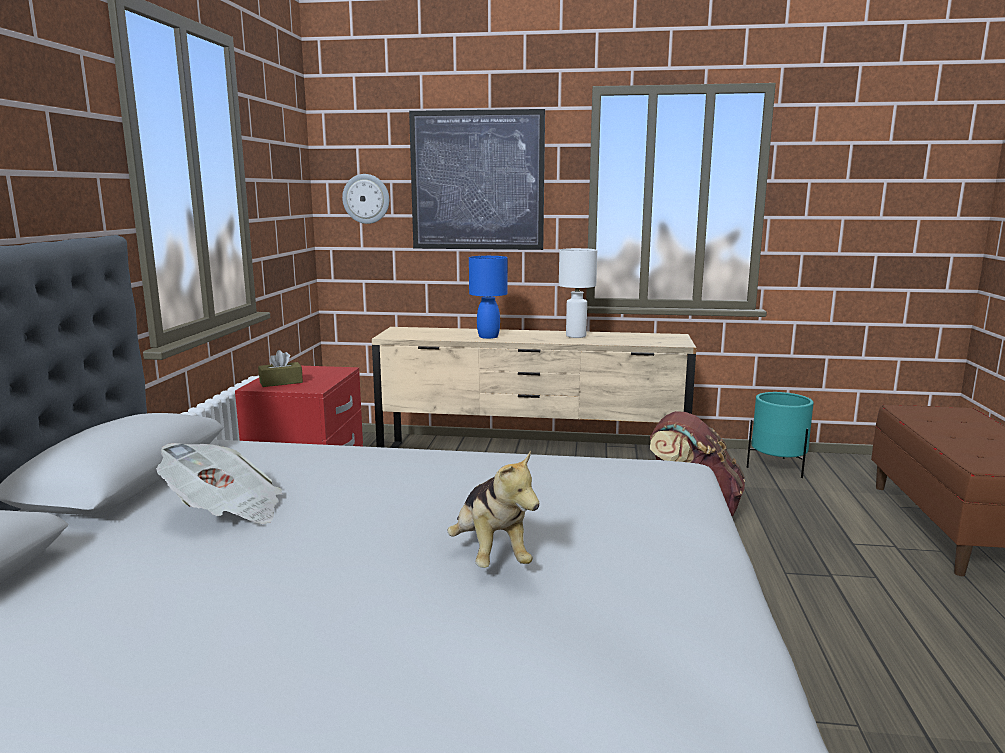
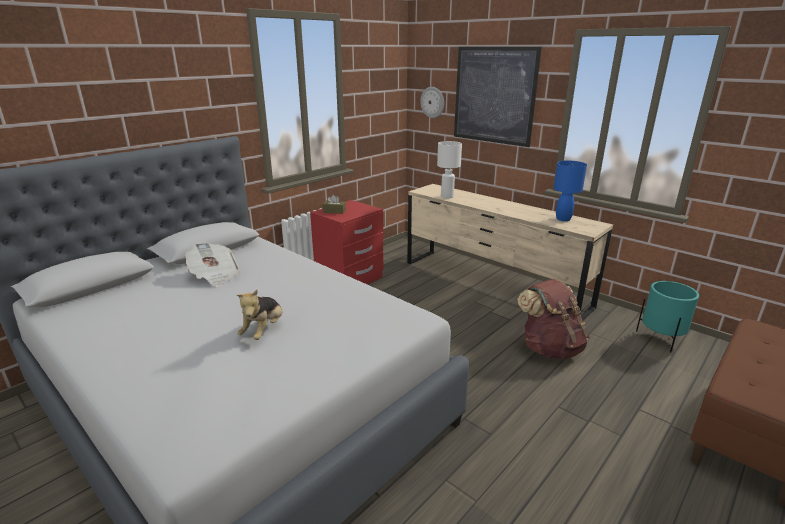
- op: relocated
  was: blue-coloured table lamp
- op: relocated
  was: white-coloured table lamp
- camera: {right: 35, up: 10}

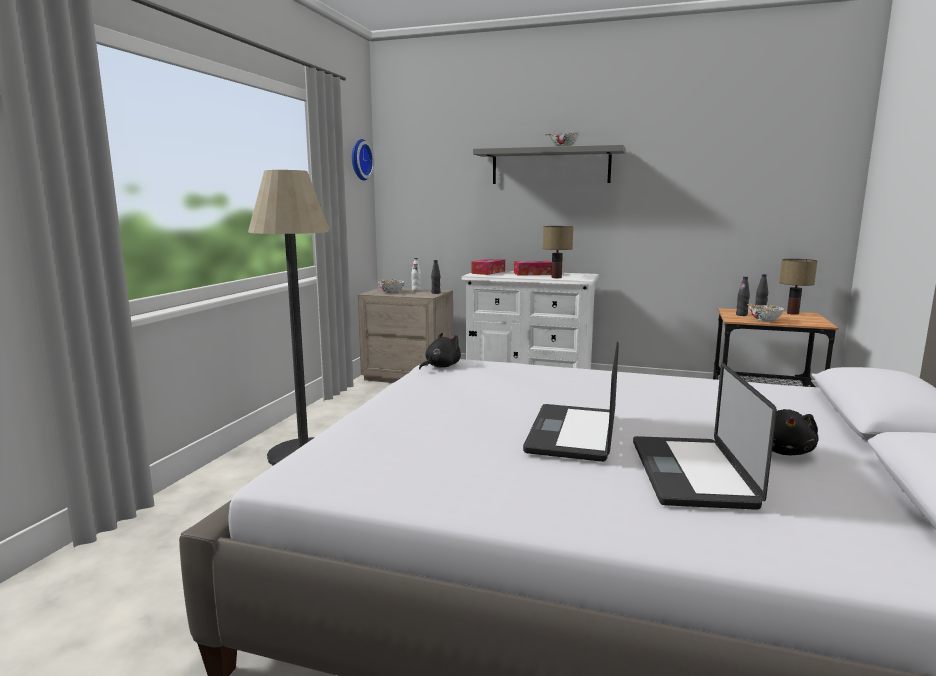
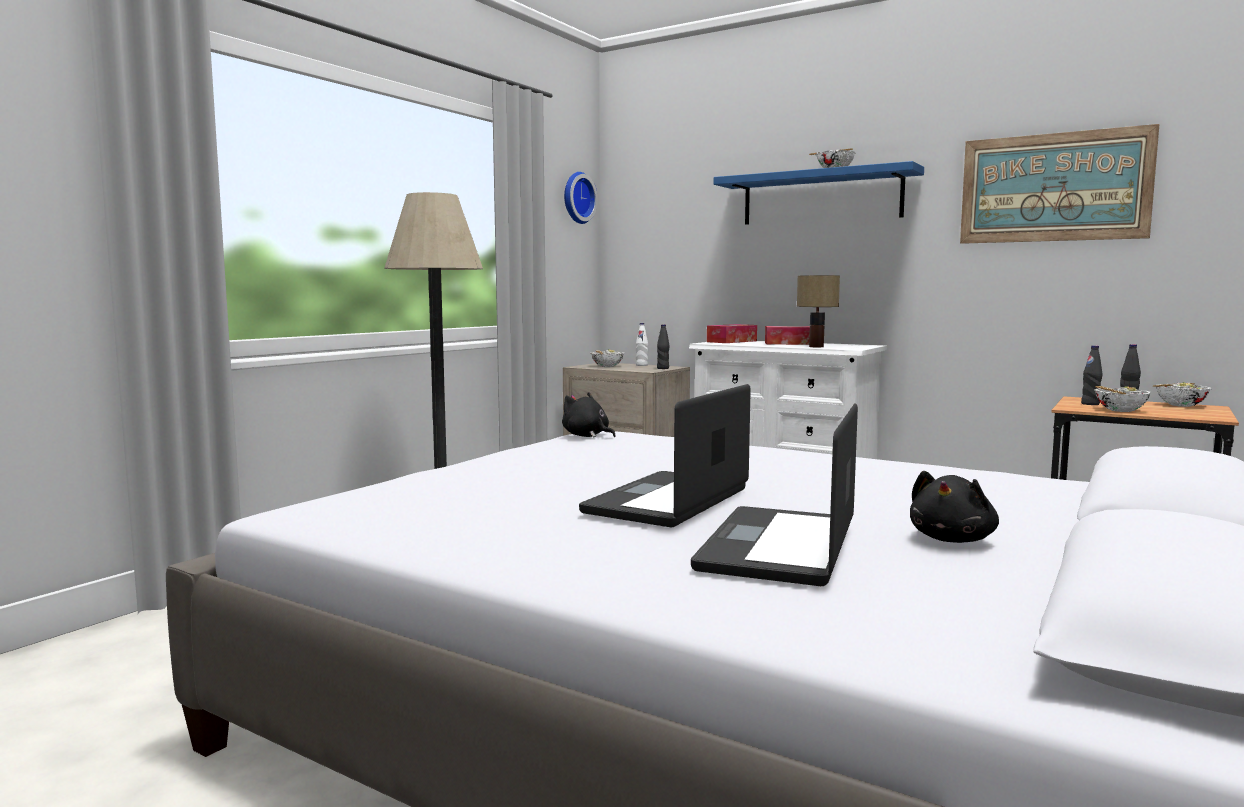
- op: spun
  was: black plush toy (no. 1 from left)
  clockwise: -105
- op: colour
  was: greyish wall shelf
  now: blue-coloured wall shelf
- op: exchanged
  was: table lamp (no. 2 from left)
  now: deep dish (no. 4 from left)
- op: appeared
  now: wall picture
- camera: {right: 15, up: -5}

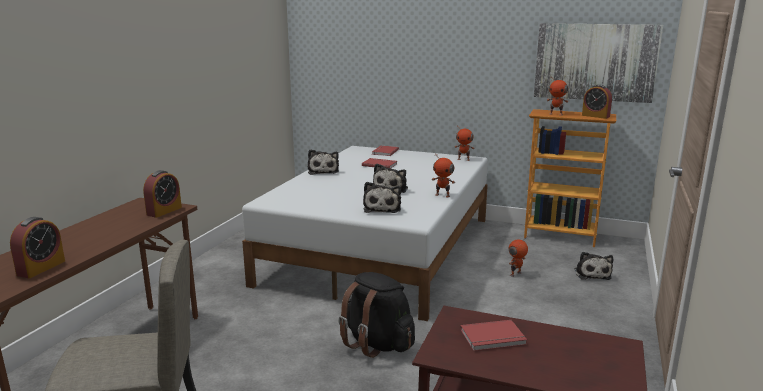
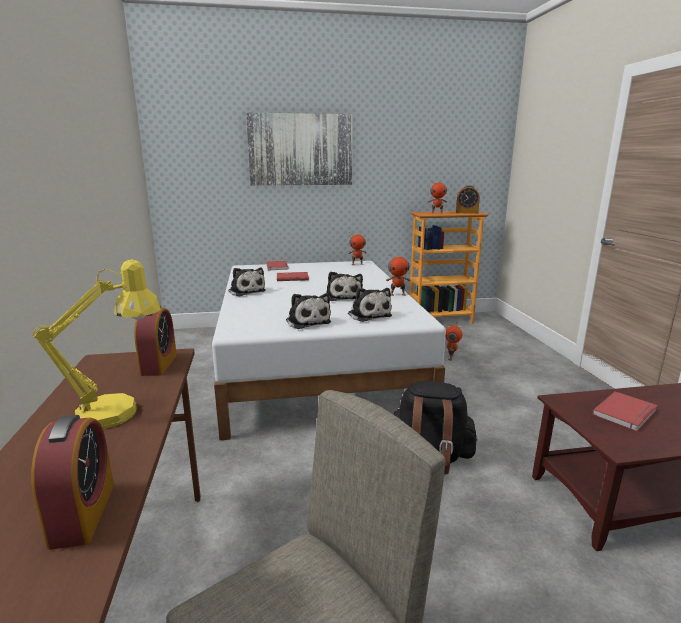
- op: relocated
  was: wall picture
- op: relocated
  was: plush toy (no. 4 from left in the first image)
  now: plush toy (no. 2 from left)
- op: appeared
  now: yellowish table lamp
- camera: {right: -30, up: 0}

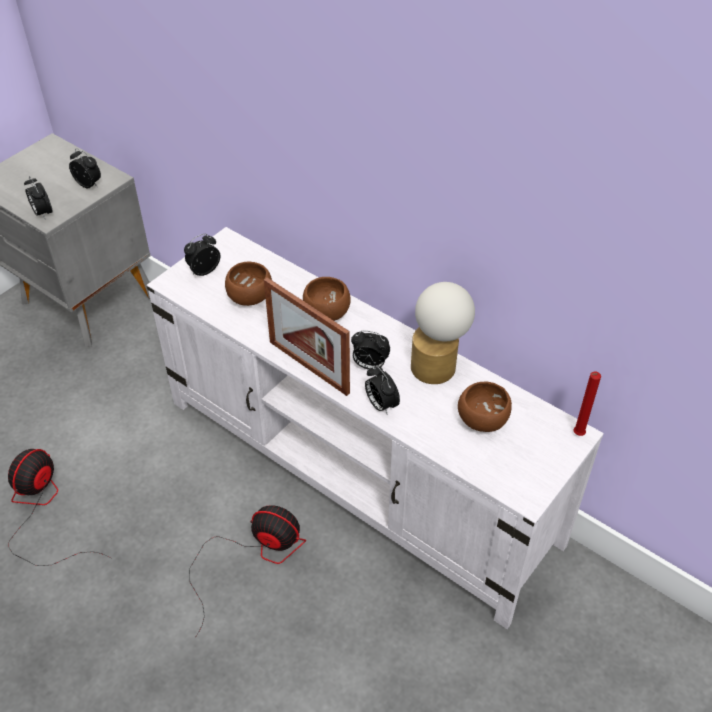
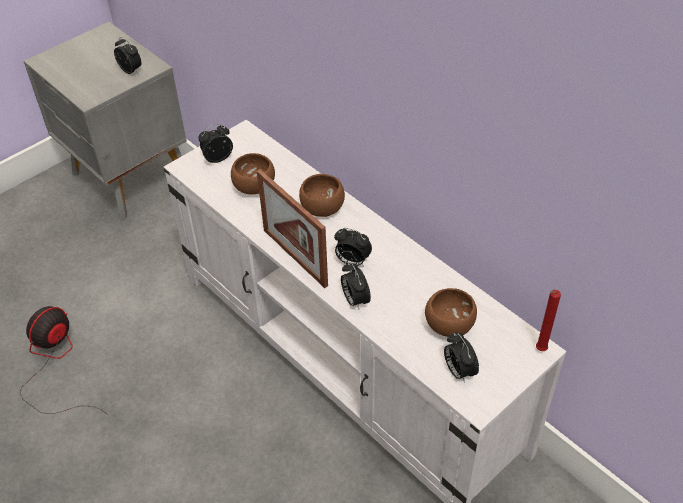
- op: relocated
  was: alarm clock (no. 1 from left in the first image)
  now: alarm clock (no. 5 from left)
- op: missing
  was: fan (no. 2 from left)
- op: missing
  was: table lamp
- camera: {right: 10, up: 0}

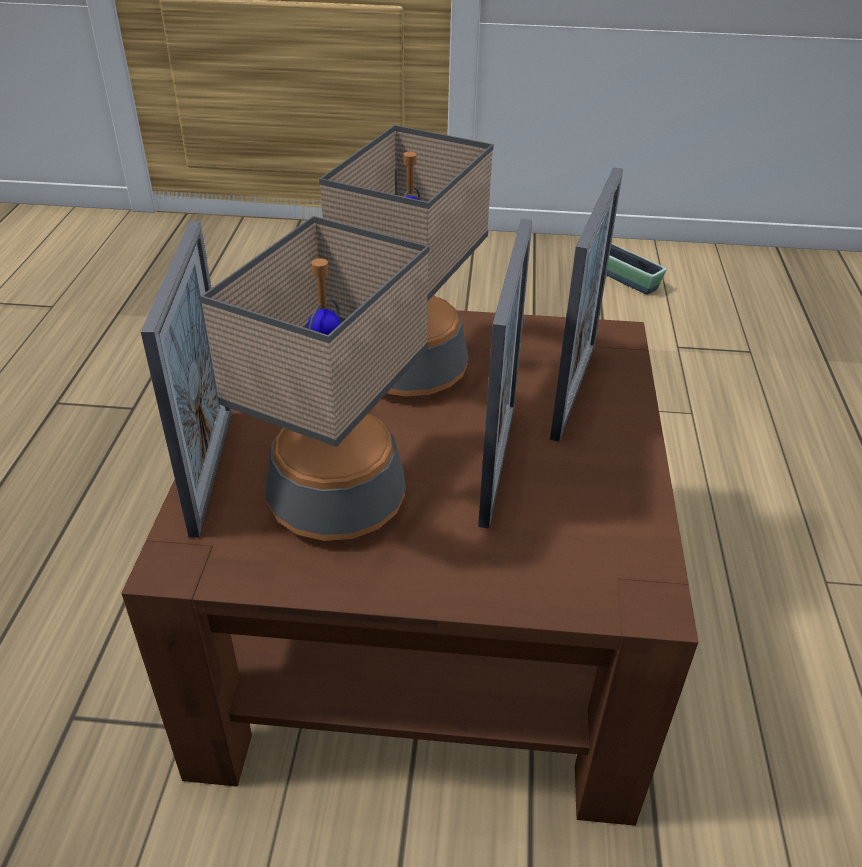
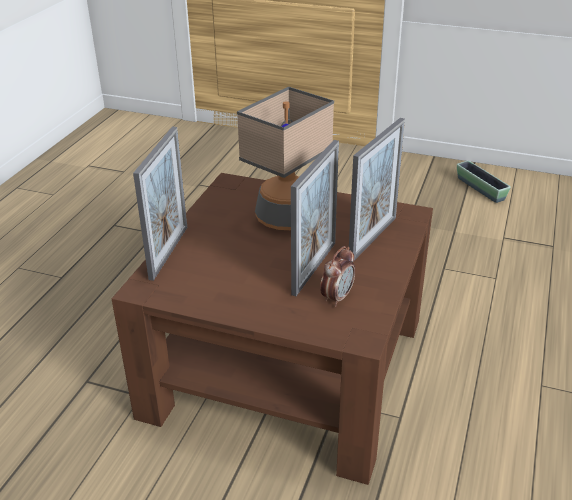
- op: missing
  was: table lamp (no. 1 from left)
- op: appeared
  now: alarm clock
- camera: {right: 15, up: -5}

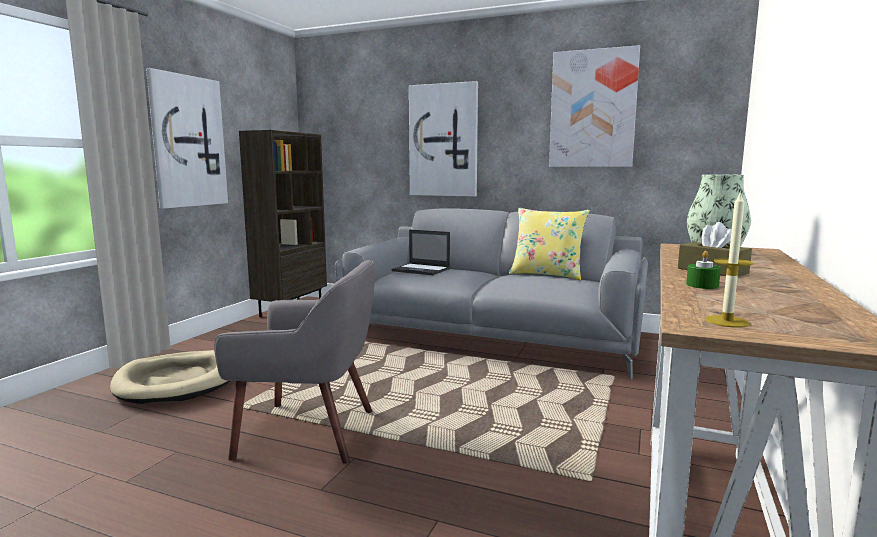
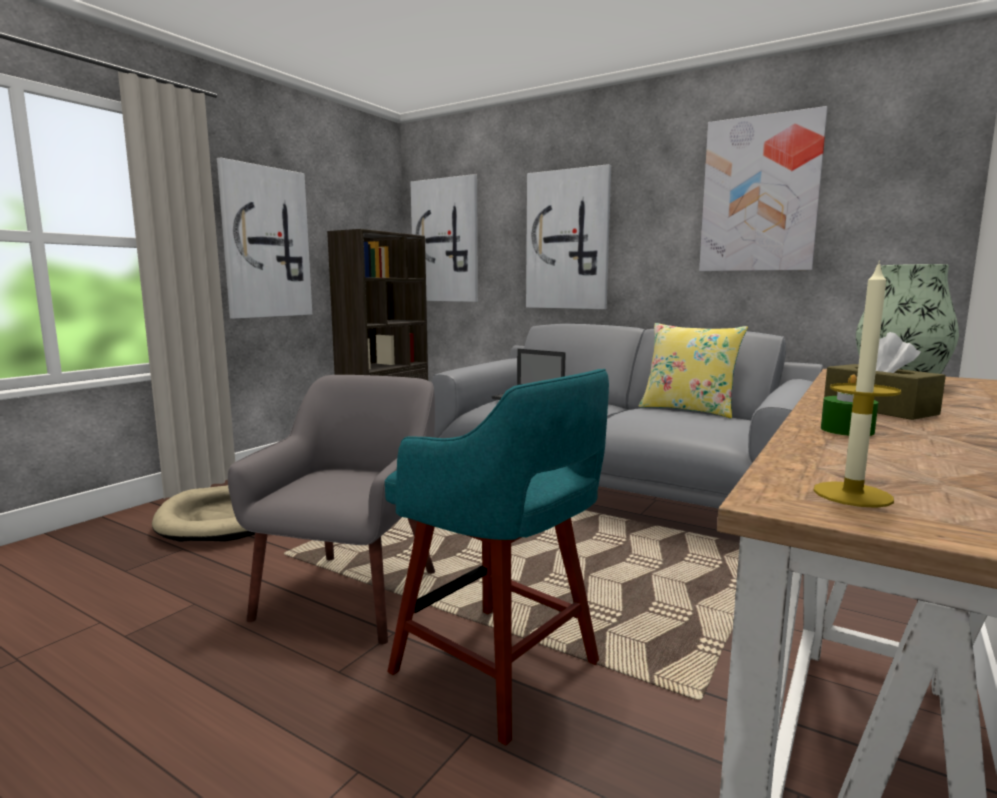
- op: spun
  was: greyish lounge chair
  clockwise: -90
- op: appeared
  now: blue-green sitting stool
- op: appeared
  now: wall picture (no. 2 from left)
- camera: {right: 10, up: 0}

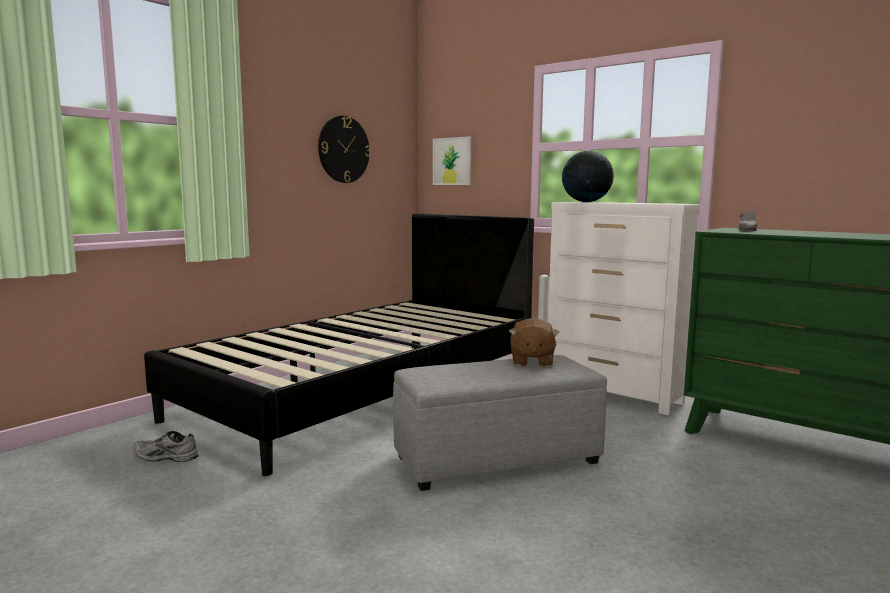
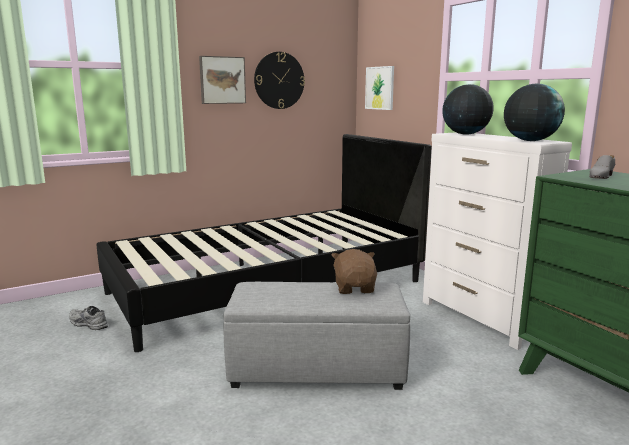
- op: spun
  was: brown-coloured plush toy
  clockwise: 150
- op: appeared
  now: wall picture (no. 1 from left)
- op: appeared
  now: world globe (no. 2 from left)
- camera: {right: 20, up: 5}

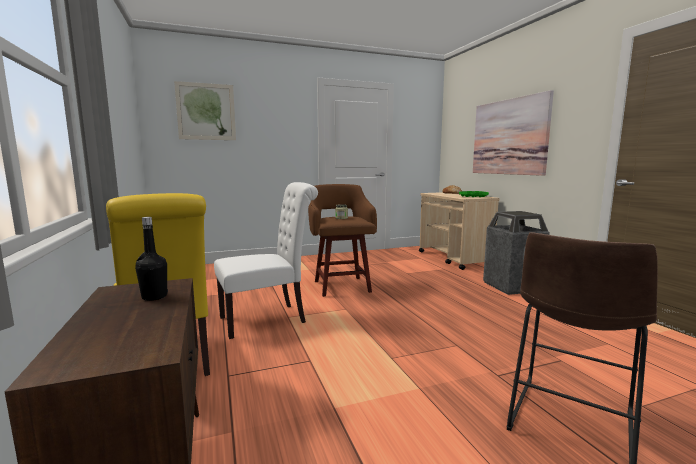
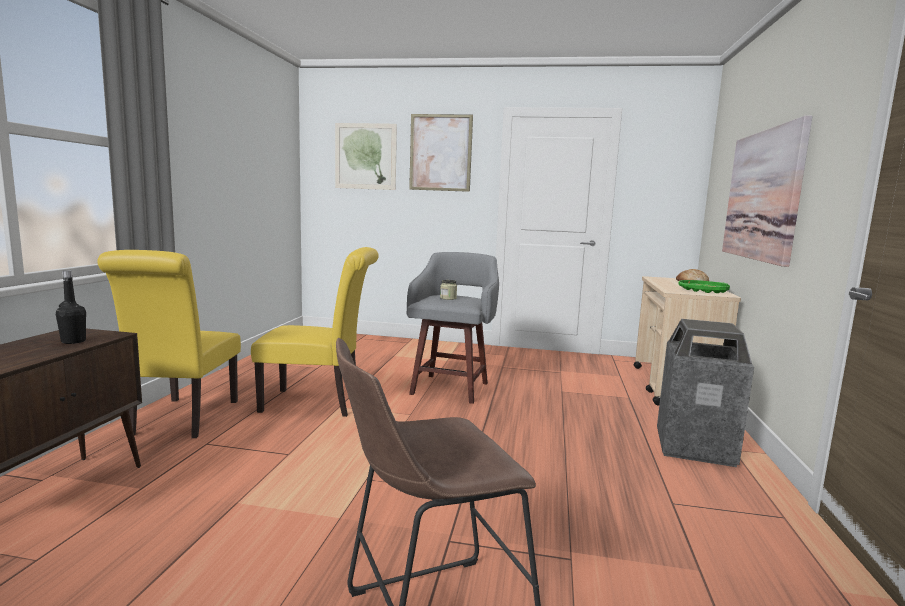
- op: colour
  was: white-coloured chair
  now: yellowish chair (no. 2 from left)
- op: colour
  was: brown-coloured sitting stool (no. 1 from left)
  now: greyish sitting stool
- op: appeared
  now: wall picture (no. 2 from left)
- camera: {right: 30, up: 0}

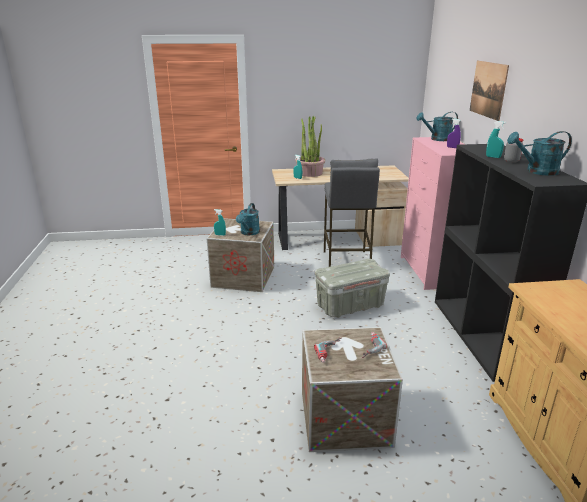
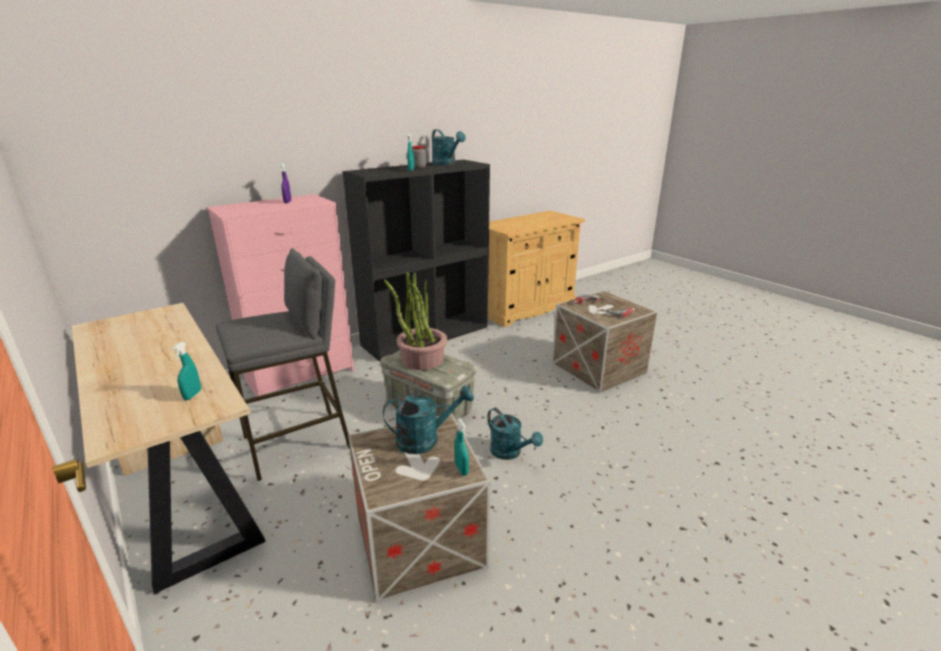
- op: relocated
  was: plant in a pot
- op: relocated
  was: blue-green watering pot (no. 2 from left in the first image)
  now: blue-green watering pot (no. 3 from left)
- op: missing
  was: wall picture
- camera: {right: -120, up: 0}

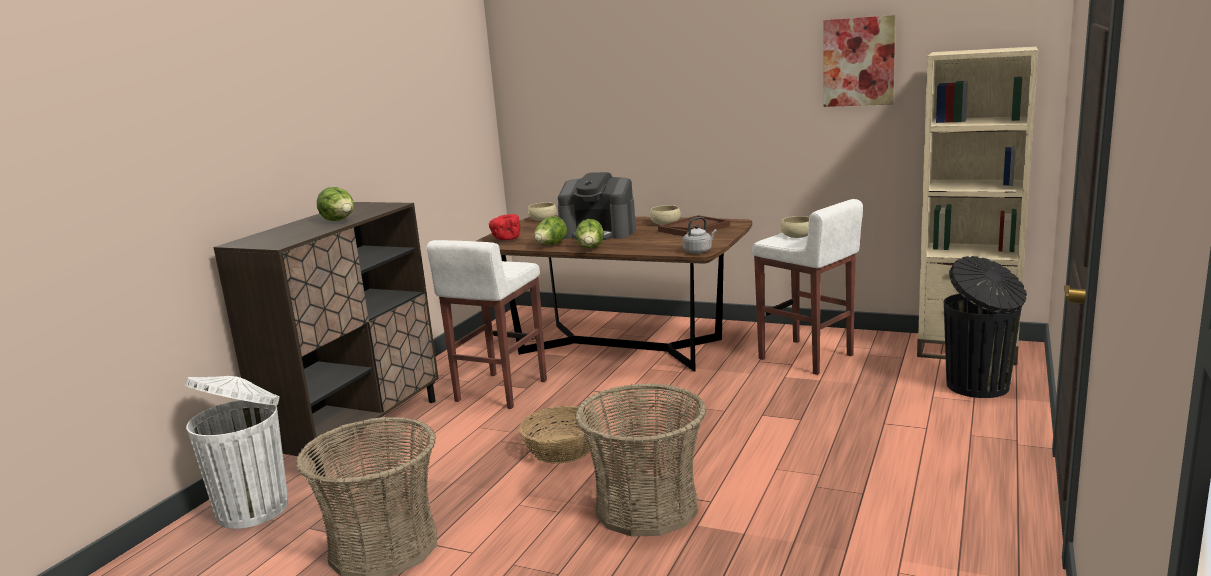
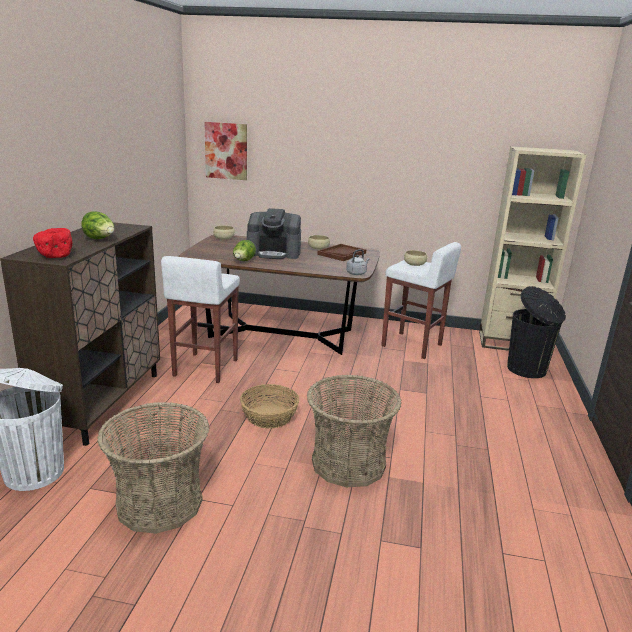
- op: relocated
  was: red deep dish
- op: missing
  was: head of lettuce (no. 3 from left)
- op: relocated
  was: wall picture
- camera: {right: -15, up: 5}

